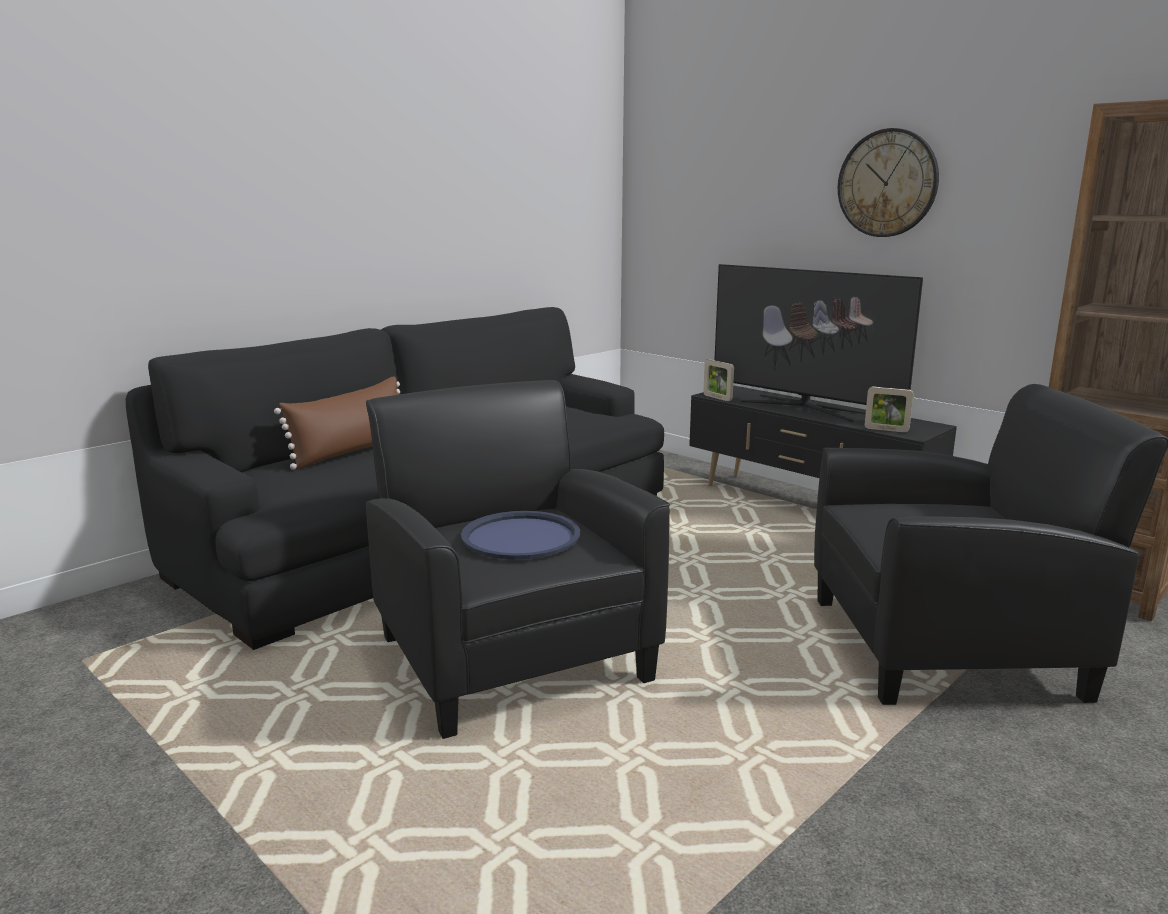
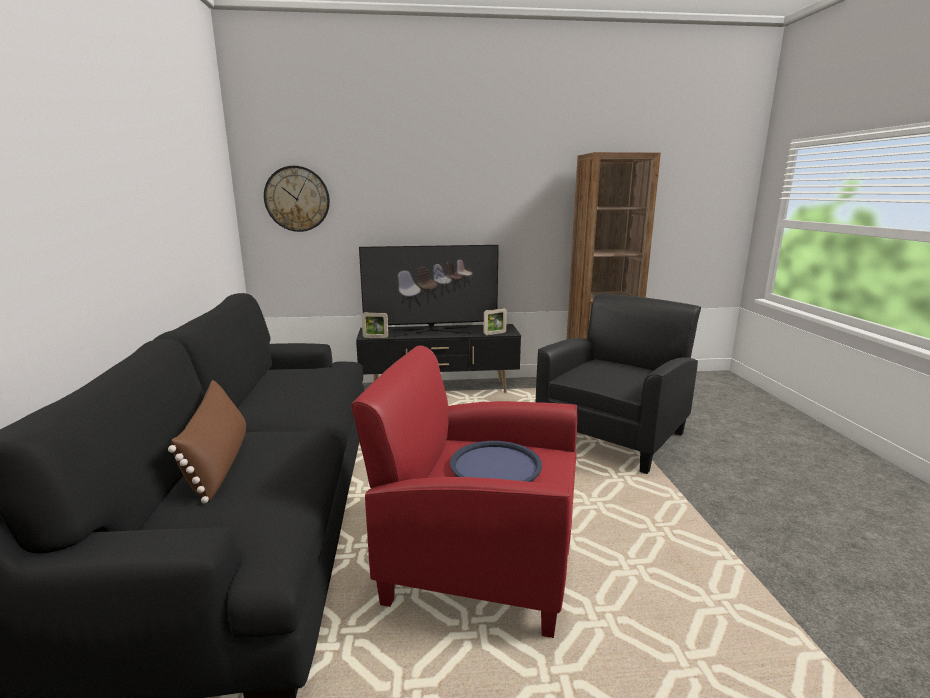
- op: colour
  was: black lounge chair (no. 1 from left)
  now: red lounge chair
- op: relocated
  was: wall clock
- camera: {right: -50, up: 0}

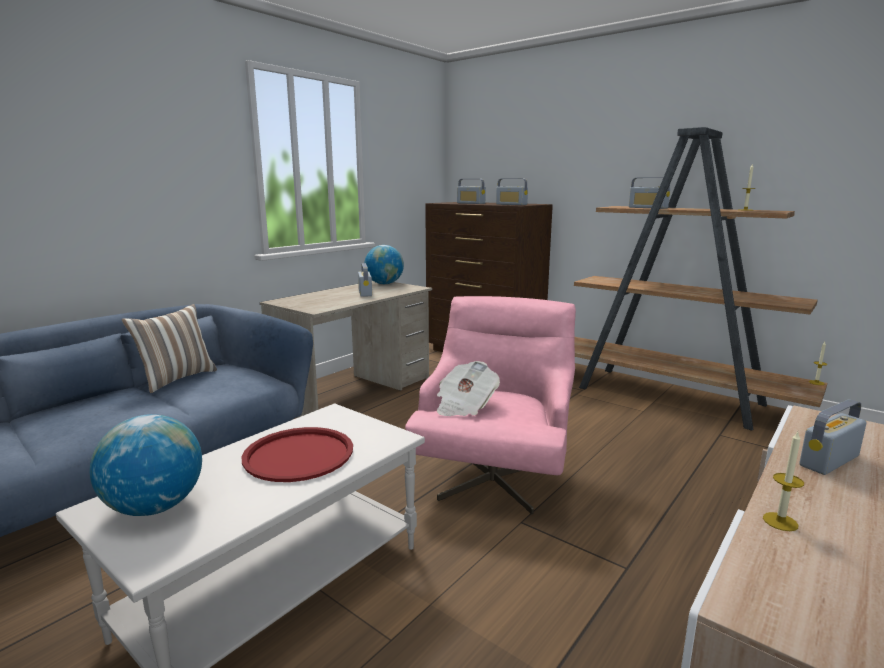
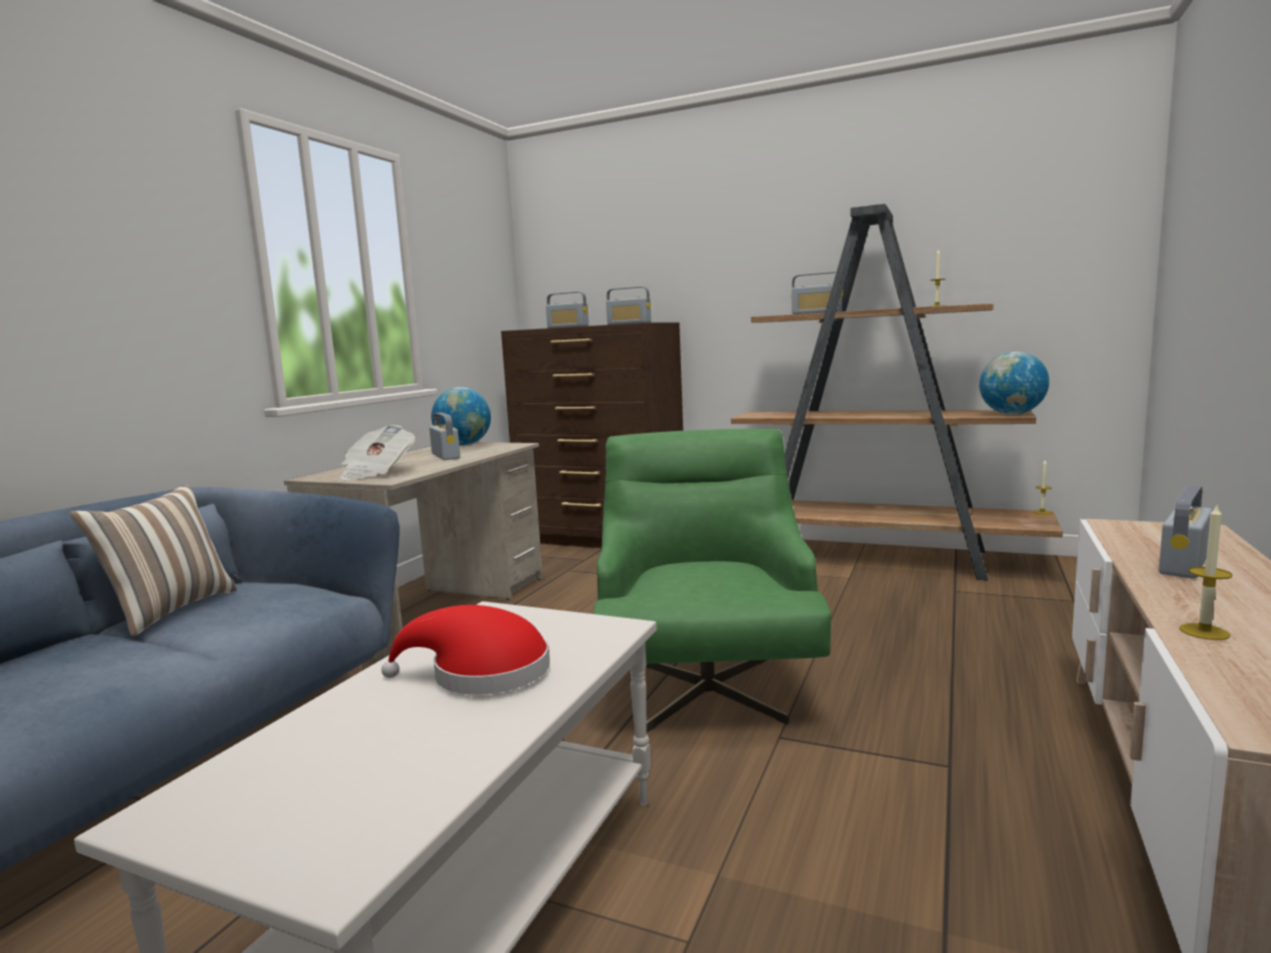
- op: relocated
  was: world globe (no. 1 from left in the first image)
  now: world globe (no. 2 from left)
- op: exchanged
  was: red tray
  now: red hat
- op: colour
  was: pink-coloured lounge chair
  now: greenish lounge chair
- op: relocated
  was: newspaper
- camera: {right: -15, up: -5}

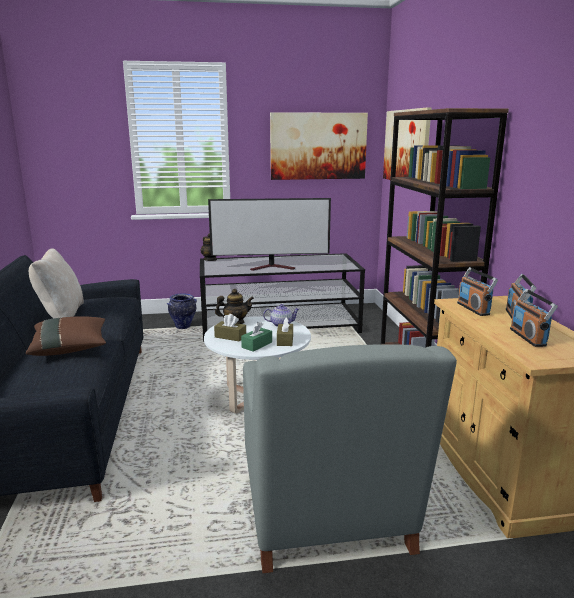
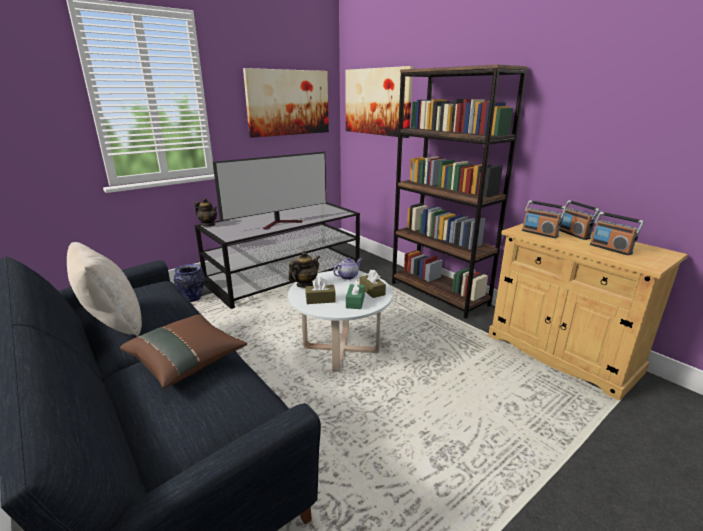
- op: missing
  was: greyish lounge chair
- camera: {right: -30, up: 5}

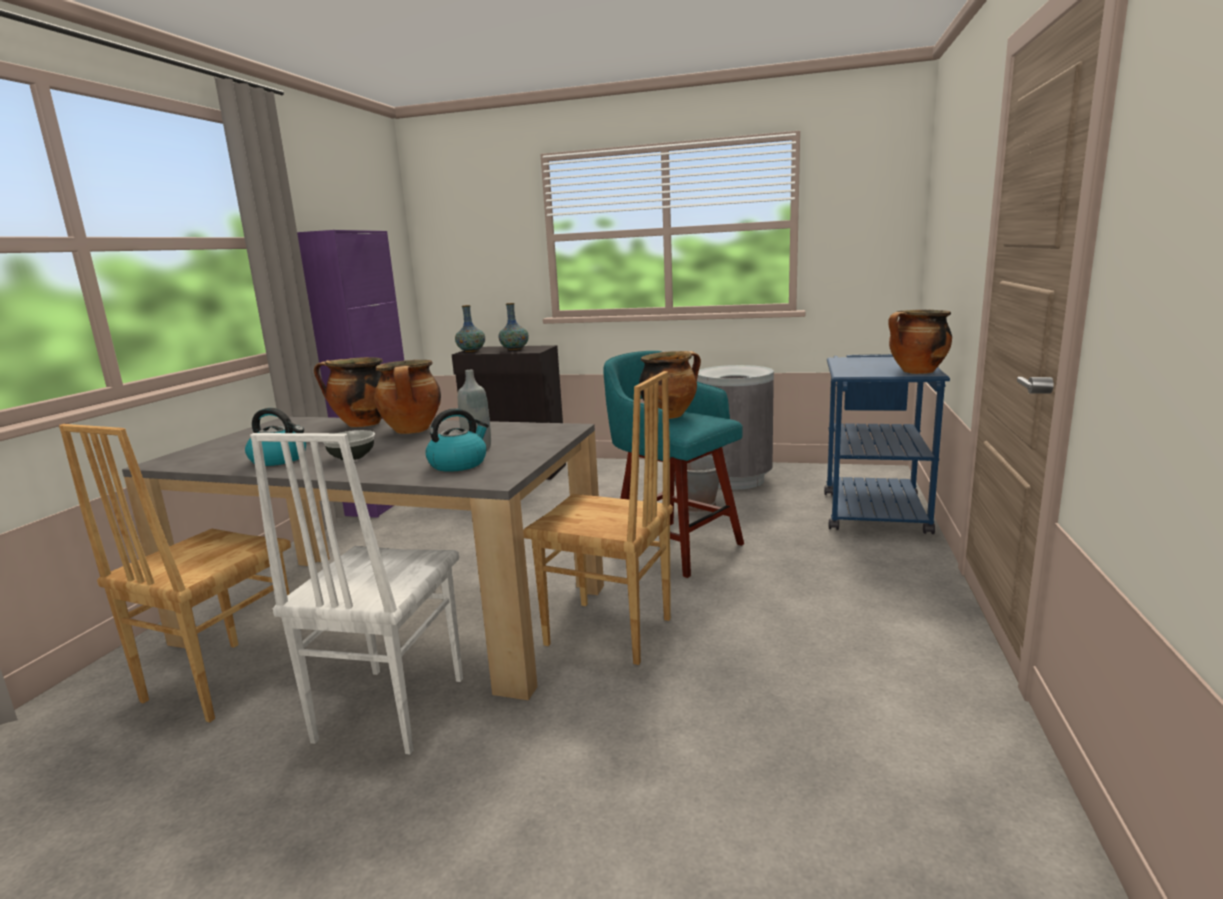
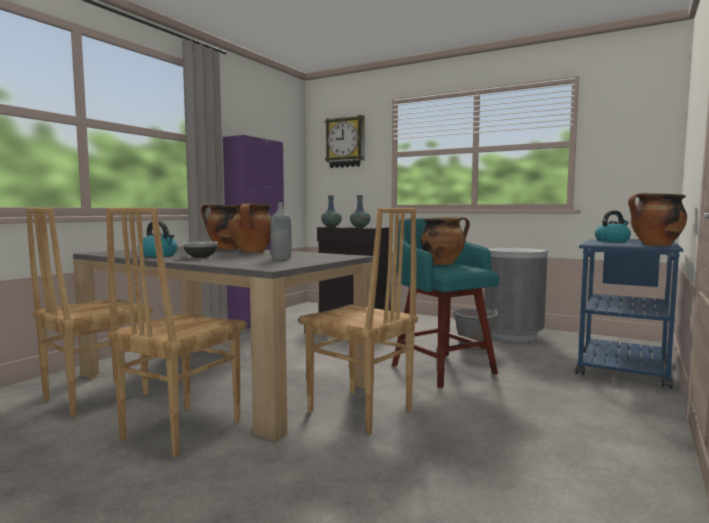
- op: colour
  was: white-coloured chair
  now: brown-coloured chair (no. 2 from left)
- op: relocated
  was: water kettle (no. 2 from left)
- op: appeared
  now: wall clock
- camera: {right: 15, up: -10}

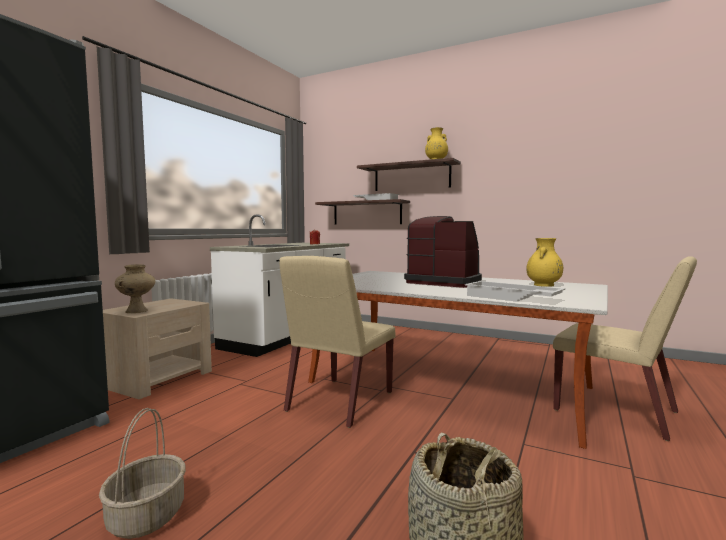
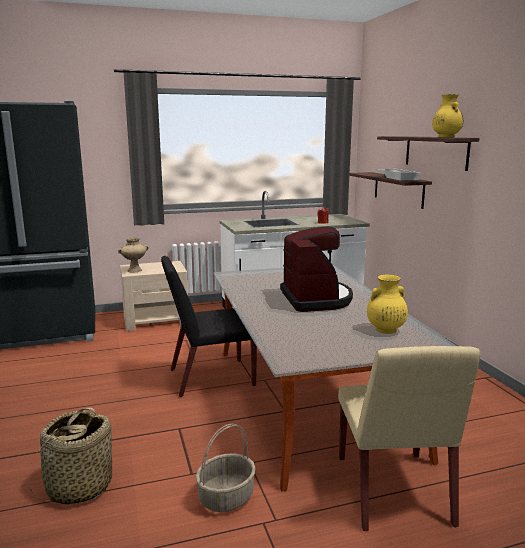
- op: relocated
  was: household basket (no. 1 from left in the first image)
  now: household basket (no. 2 from left)
- op: colour
  was: sand-coloured chair (no. 1 from left)
  now: black chair
- op: missing
  was: white-coloured tray (no. 2 from left)
- camera: {right: 45, up: 10}

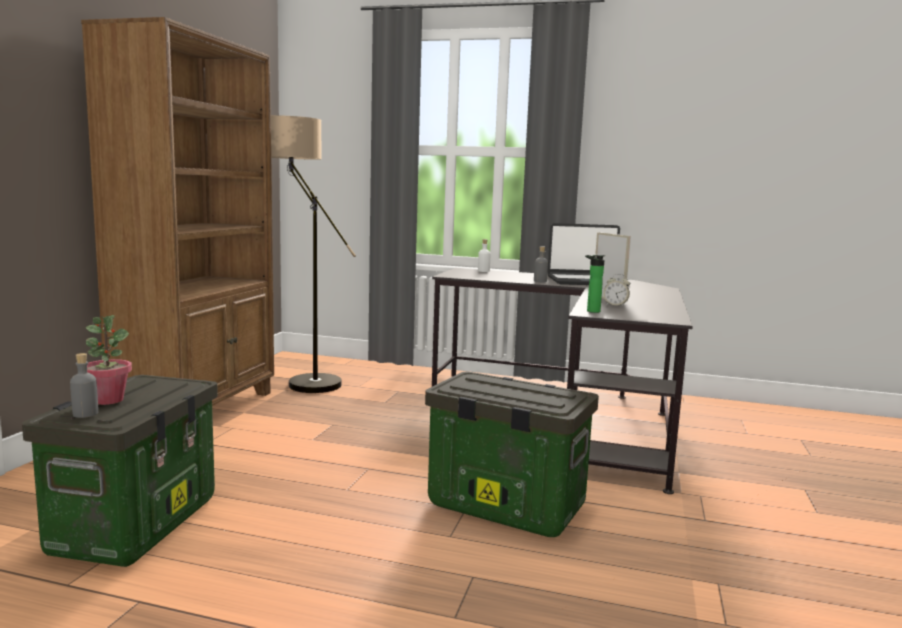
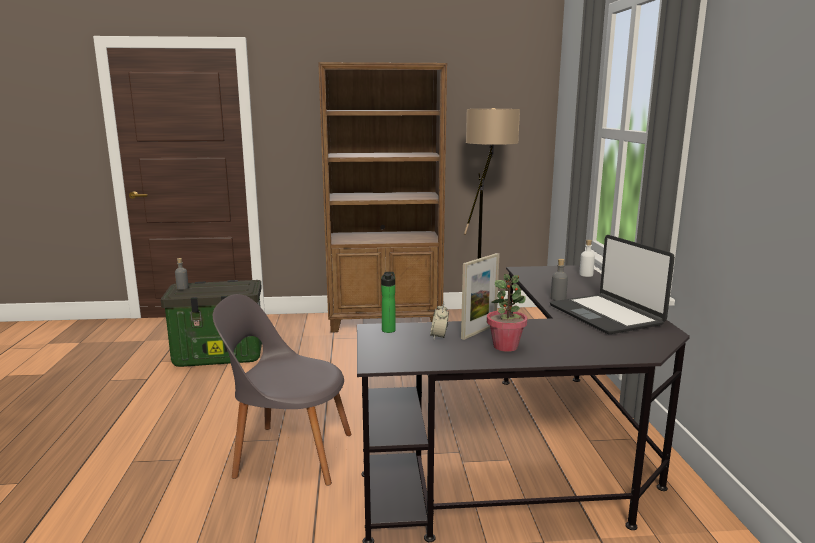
- op: relocated
  was: plant in a pot
- op: exchanged
  was: storage box (no. 2 from left)
  now: greyish chair
- camera: {right: 70, up: 5}

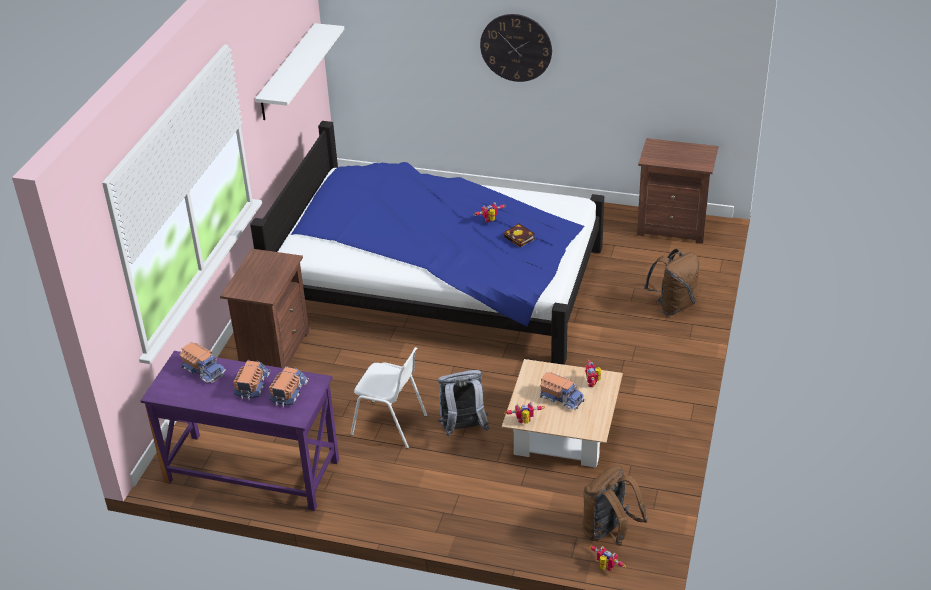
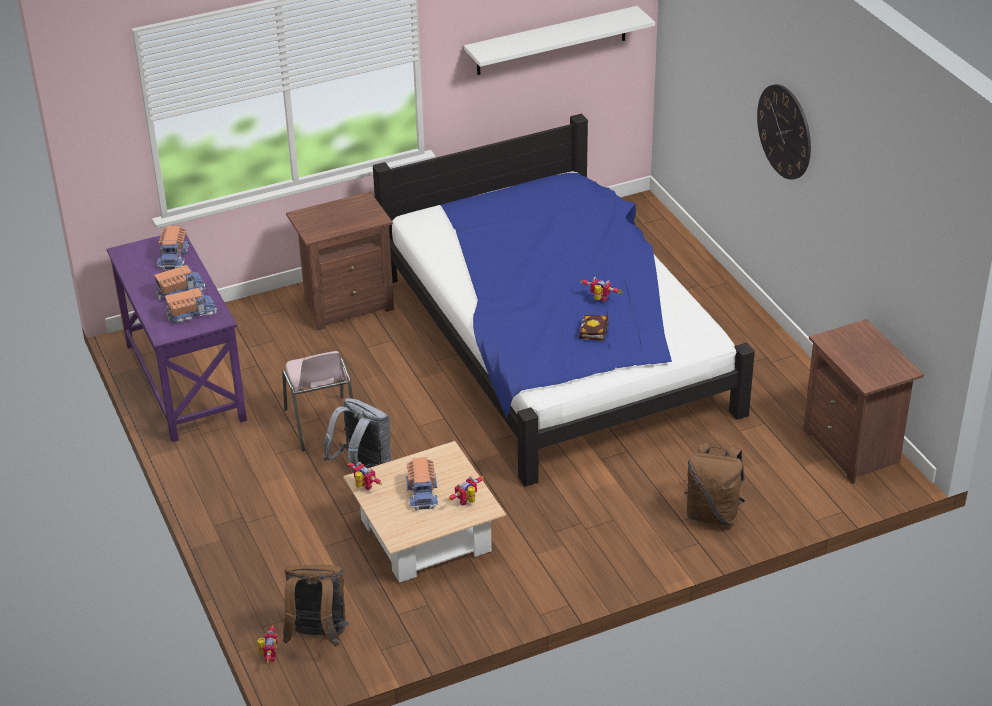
- op: colour
  was: white-coloured chair
  now: pink-coloured chair
- camera: {right: 50, up: 0}

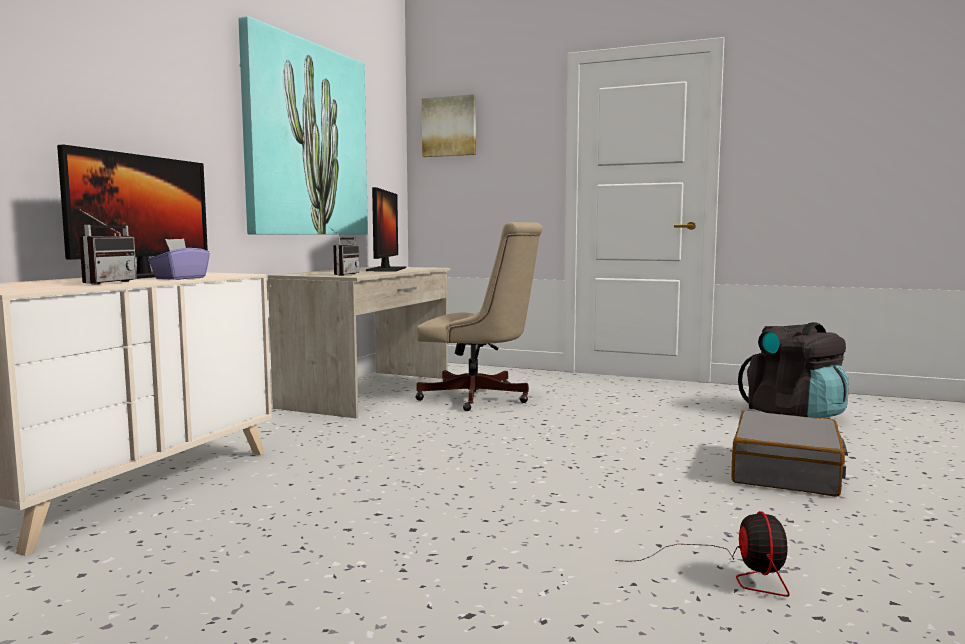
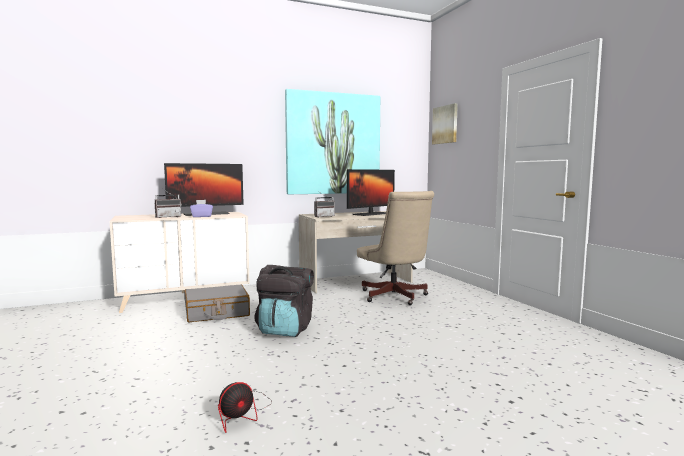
- op: relocated
  was: greyish travel case
- op: relocated
  was: black backpack
- camera: {right: 45, up: 0}

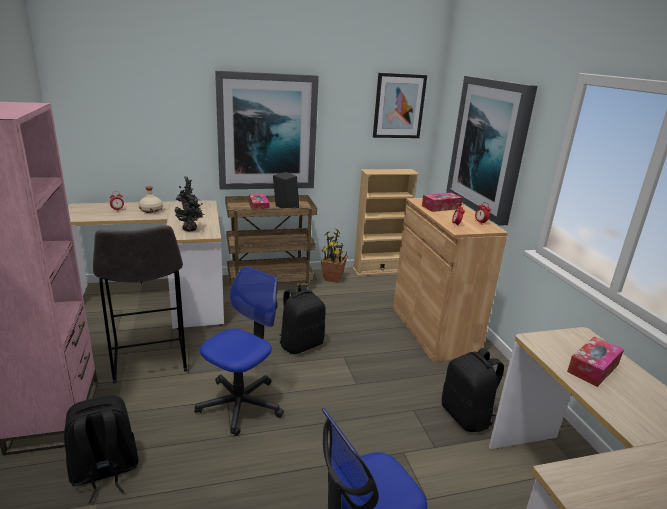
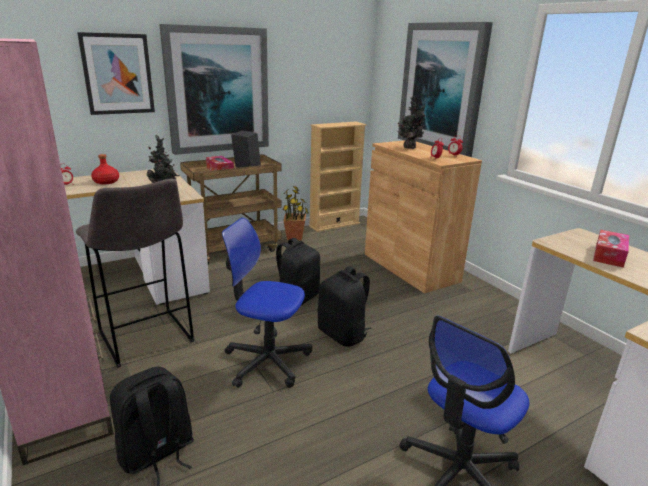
- op: colour
  was: sand-coloured drink bottle
  now: red drink bottle
- op: spun
  was: office chair (no. 1 from left)
  clockwise: -90
- op: relocated
  was: wall picture (no. 2 from left in the first image)
  now: wall picture (no. 1 from left)
- op: exchanged
  was: box of tissues (no. 2 from left)
  now: plant in a pot (no. 3 from left)
- op: relocated
  was: black backpack (no. 3 from left)
- camera: {right: -15, up: 0}

